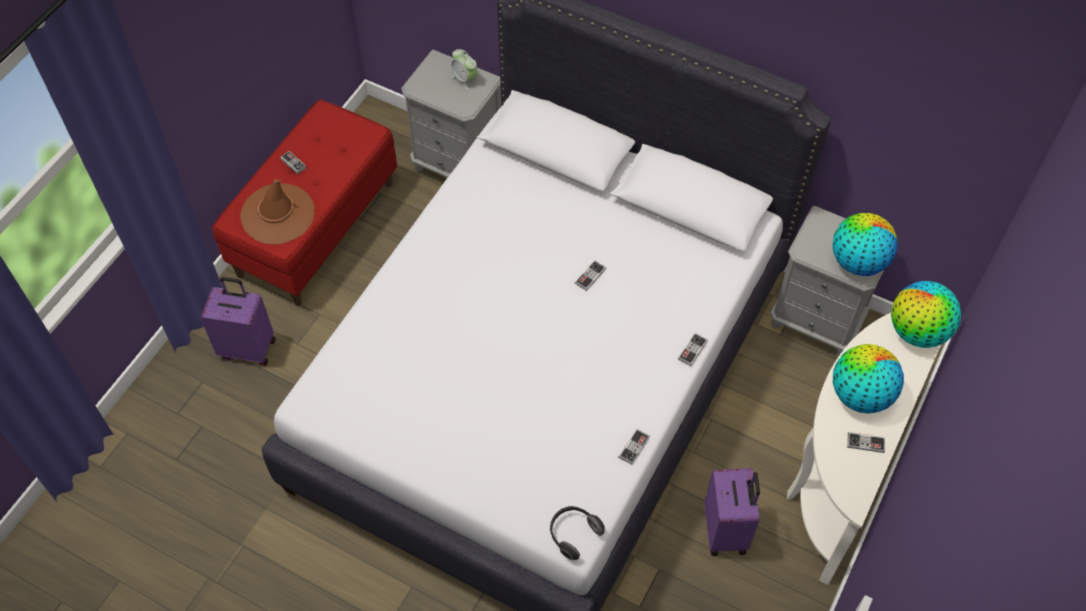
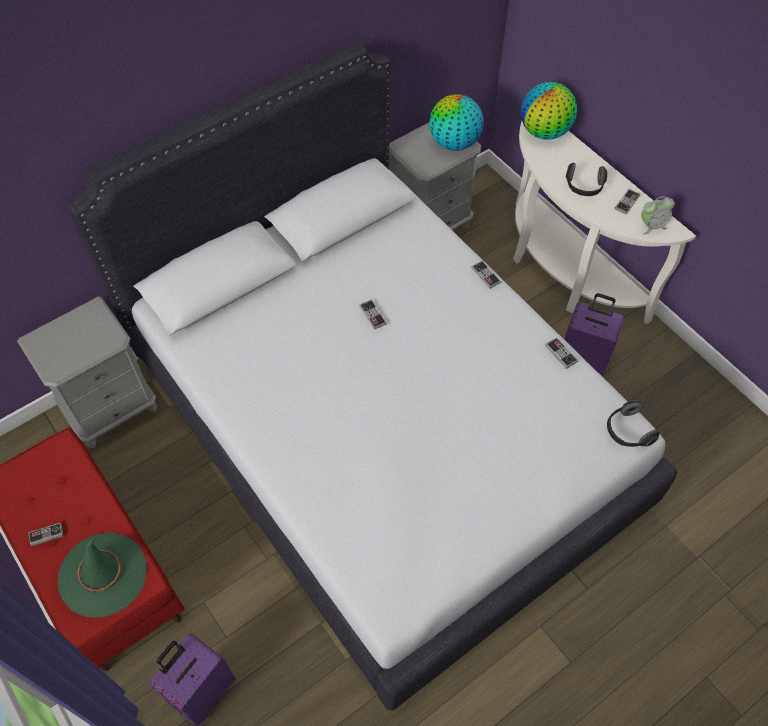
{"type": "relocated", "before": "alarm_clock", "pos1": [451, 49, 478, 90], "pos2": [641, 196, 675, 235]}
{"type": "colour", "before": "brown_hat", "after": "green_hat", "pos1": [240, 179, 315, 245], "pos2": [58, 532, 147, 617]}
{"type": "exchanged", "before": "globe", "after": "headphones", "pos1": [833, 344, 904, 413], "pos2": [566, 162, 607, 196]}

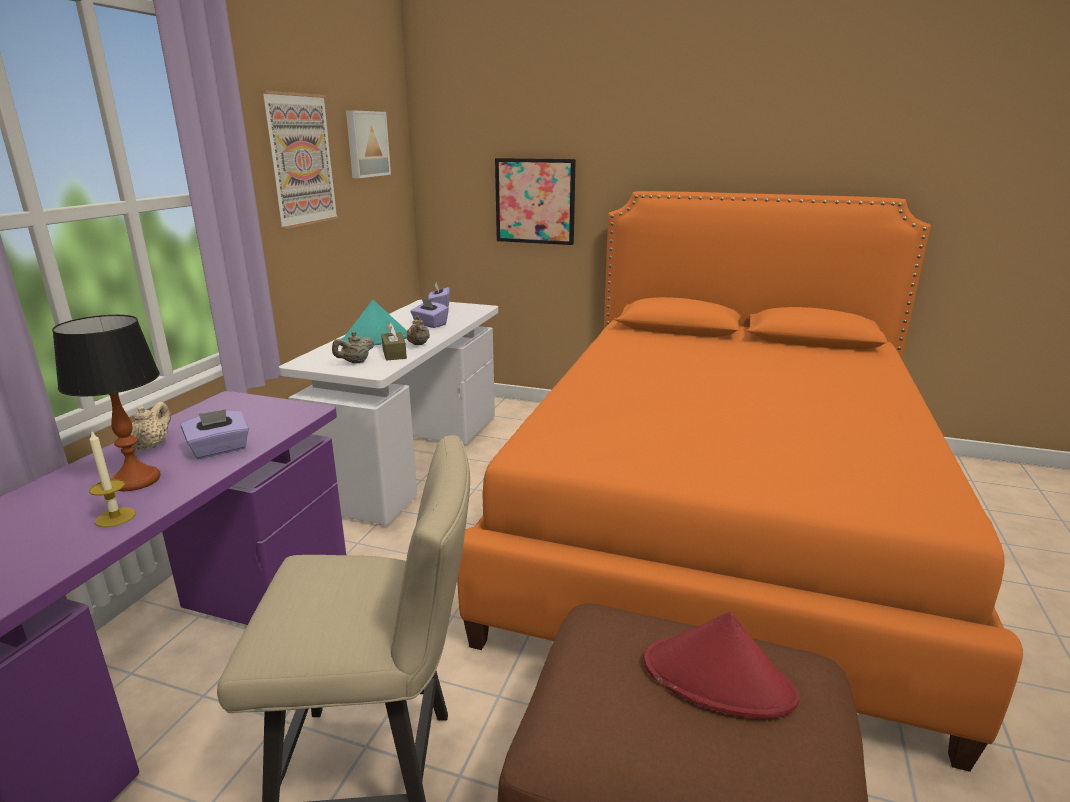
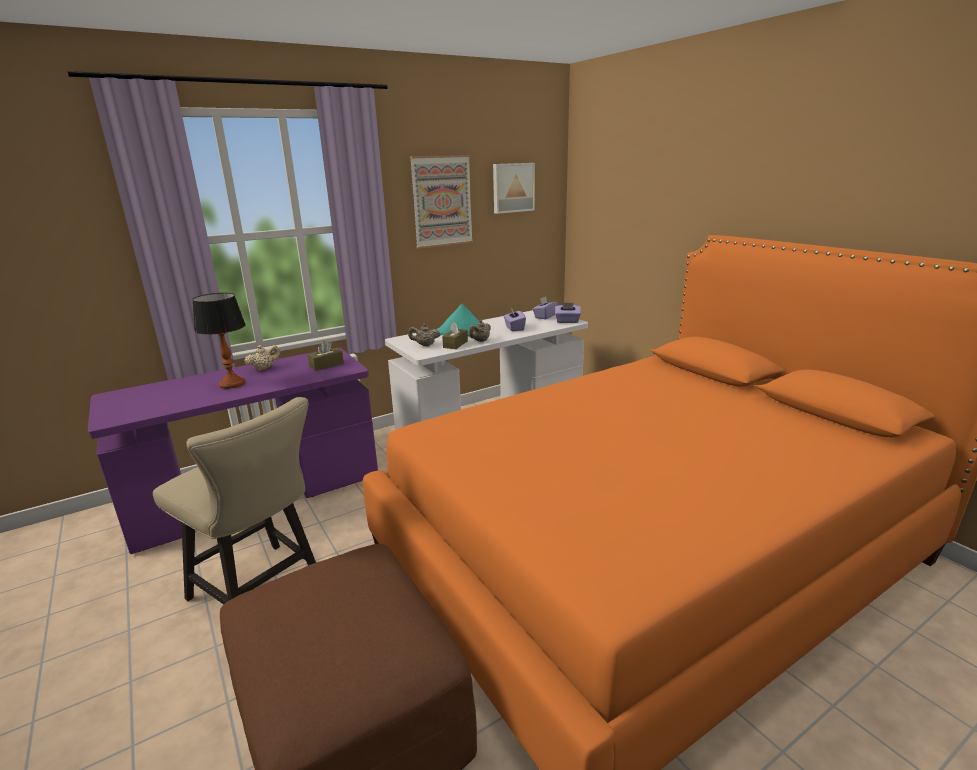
{"type": "missing", "before": "picture", "pos1": [495, 158, 576, 245]}
{"type": "relocated", "before": "purple_tissue_box", "pos1": [181, 409, 249, 459], "pos2": [555, 302, 581, 323]}
{"type": "missing", "before": "candle", "pos1": [89, 432, 136, 527]}
{"type": "missing", "before": "red_hat", "pos1": [644, 611, 799, 719]}
{"type": "appeared", "after": "brown_tissue_box", "pos2": [307, 341, 344, 371]}

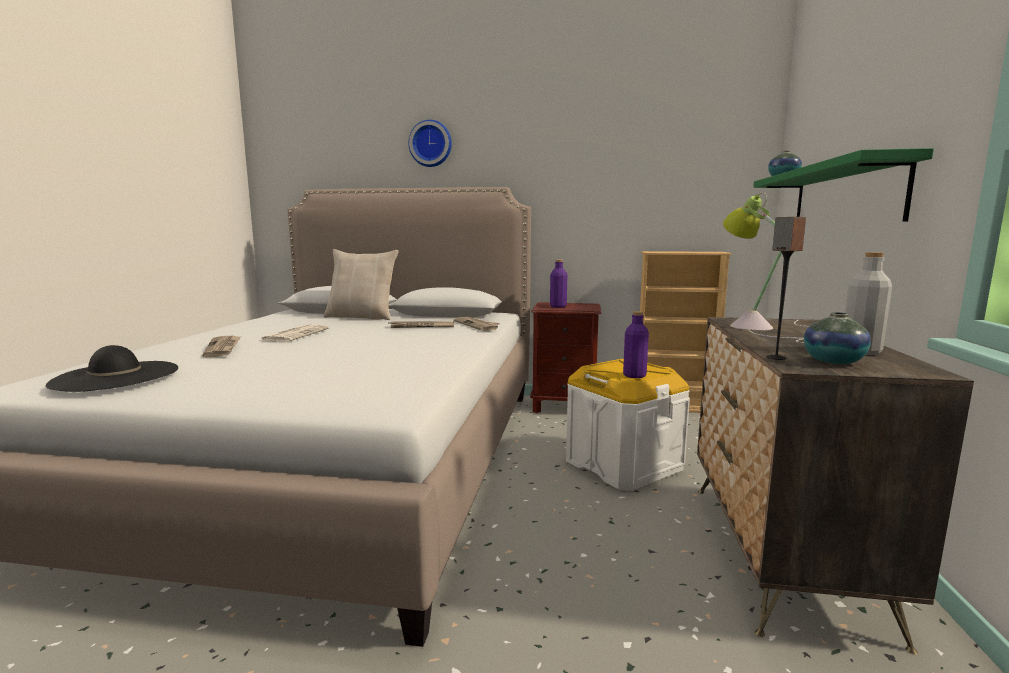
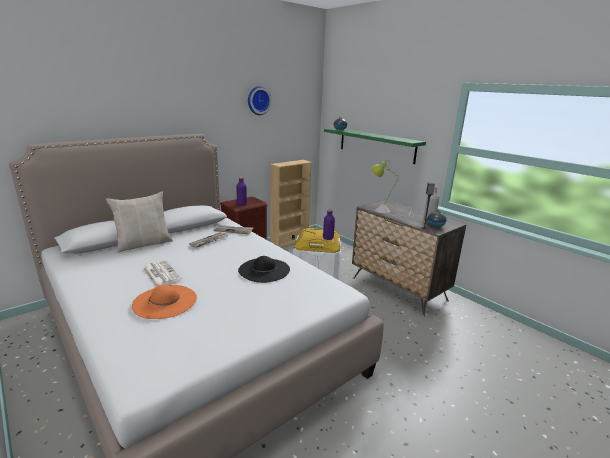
{"type": "relocated", "before": "wall_clock", "pos1": [408, 120, 452, 167], "pos2": [248, 86, 271, 115]}
{"type": "exchanged", "before": "newspaper", "after": "orange_hat", "pos1": [202, 336, 241, 357], "pos2": [132, 284, 197, 319]}
{"type": "relocated", "before": "black_hat", "pos1": [46, 345, 178, 392], "pos2": [238, 256, 290, 283]}

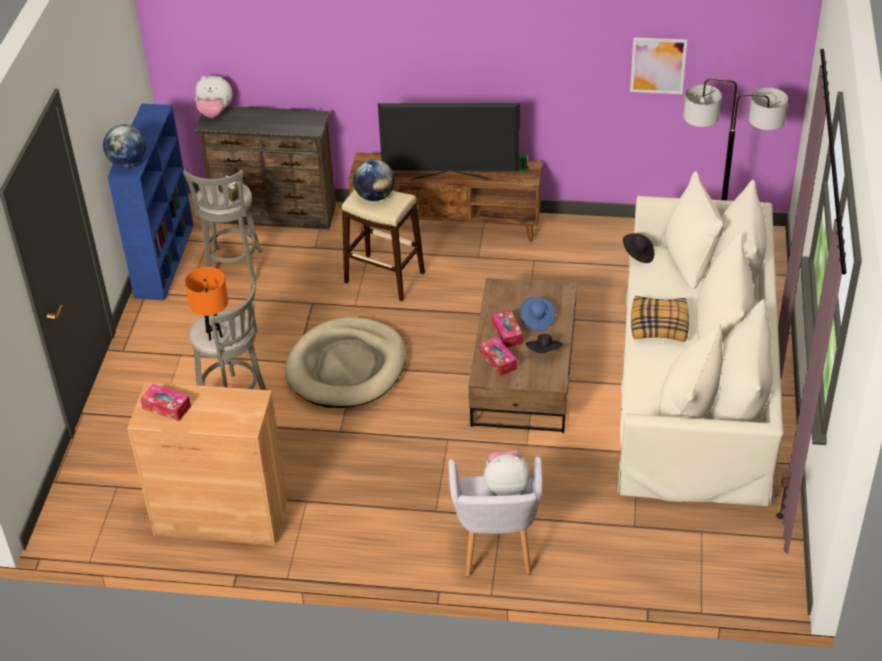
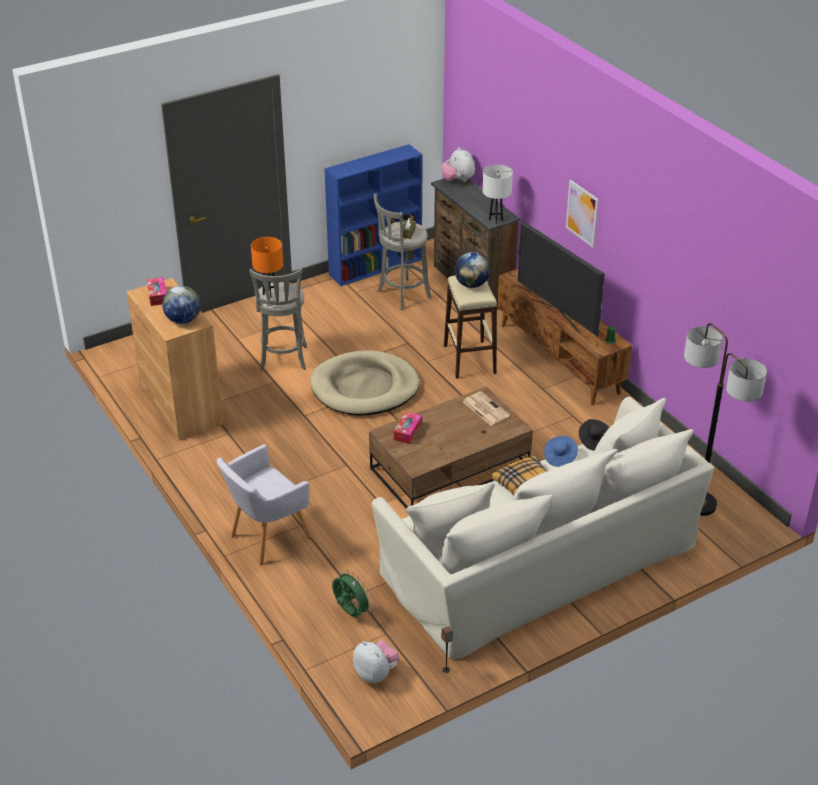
{"type": "relocated", "before": "picture", "pos1": [630, 37, 687, 94], "pos2": [566, 180, 599, 248]}
{"type": "relocated", "before": "globe", "pos1": [103, 125, 146, 167], "pos2": [162, 286, 201, 324]}
{"type": "relocated", "before": "blue_hat", "pos1": [520, 297, 555, 331], "pos2": [544, 436, 578, 467]}
{"type": "missing", "before": "tissue_box", "pos1": [492, 310, 523, 347]}
{"type": "missing", "before": "black_hat", "pos1": [526, 334, 563, 353]}
{"type": "relocated", "before": "plush_toy", "pos1": [484, 450, 530, 496], "pos2": [353, 641, 400, 683]}
{"type": "appeared", "after": "white_table_lamp", "pos2": [483, 164, 513, 224]}
{"type": "appeared", "after": "newspaper", "pos2": [463, 391, 510, 425]}
{"type": "appeared", "after": "green_fan", "pos2": [332, 570, 372, 617]}

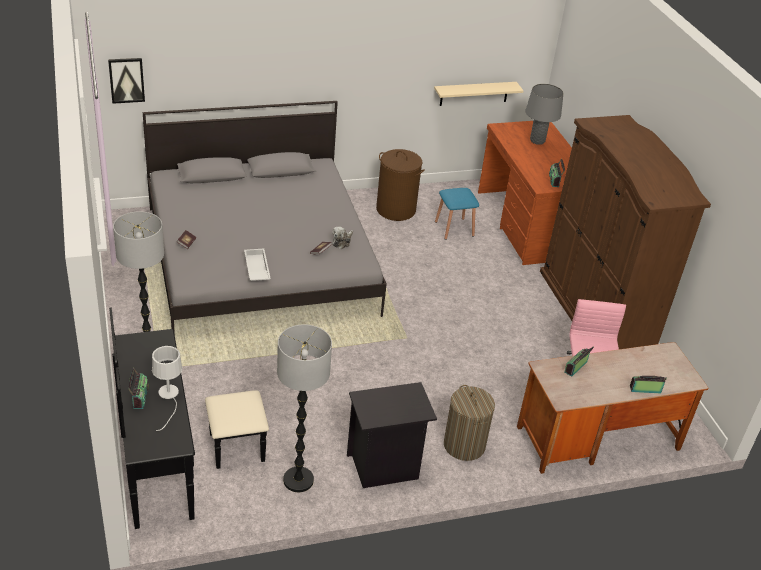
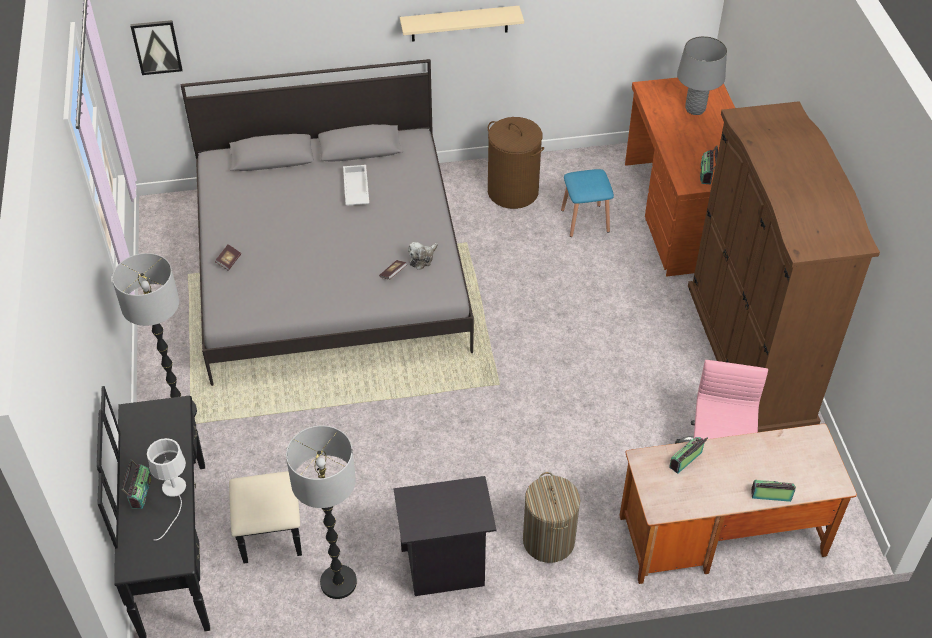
{"type": "relocated", "before": "beige_shelf", "pos1": [434, 82, 524, 106], "pos2": [400, 6, 524, 42]}
{"type": "relocated", "before": "white_tray", "pos1": [244, 249, 271, 281], "pos2": [343, 165, 369, 206]}

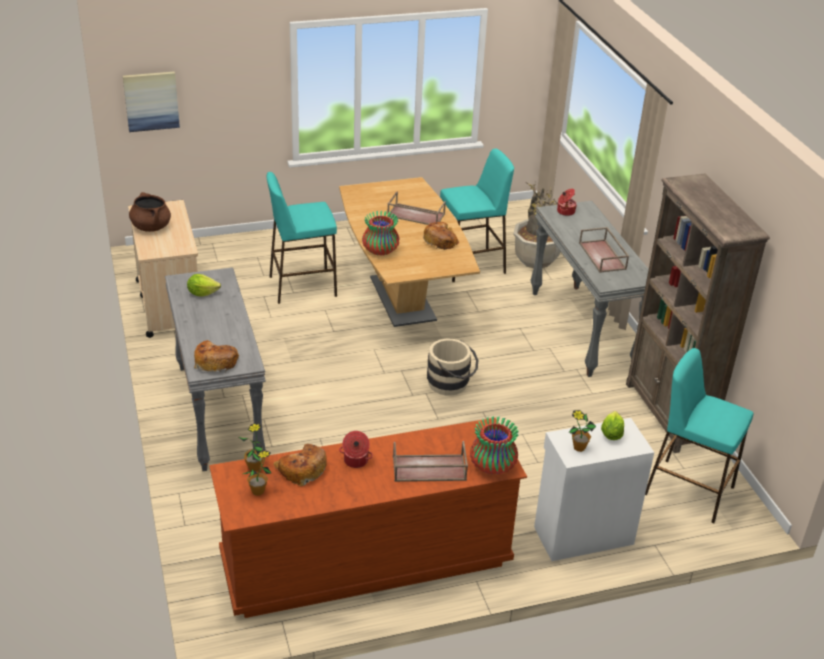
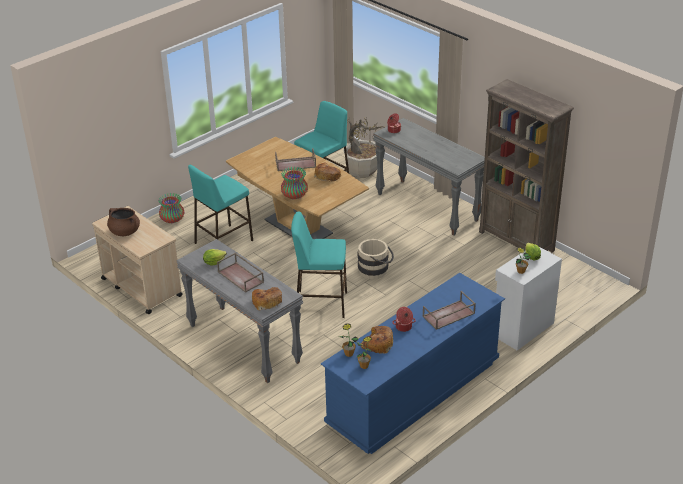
{"type": "missing", "before": "picture", "pos1": [123, 72, 180, 132]}
{"type": "relocated", "before": "brown_tray", "pos1": [579, 227, 629, 273], "pos2": [217, 253, 264, 293]}
{"type": "relocated", "before": "turquoise_stool", "pos1": [645, 348, 753, 523], "pos2": [291, 212, 347, 318]}
{"type": "relocated", "before": "vase", "pos1": [470, 416, 519, 475], "pos2": [159, 193, 184, 223]}
{"type": "colour", "before": "brown_dresser", "after": "blue_dresser", "pos1": [209, 418, 527, 618], "pos2": [321, 273, 505, 454]}

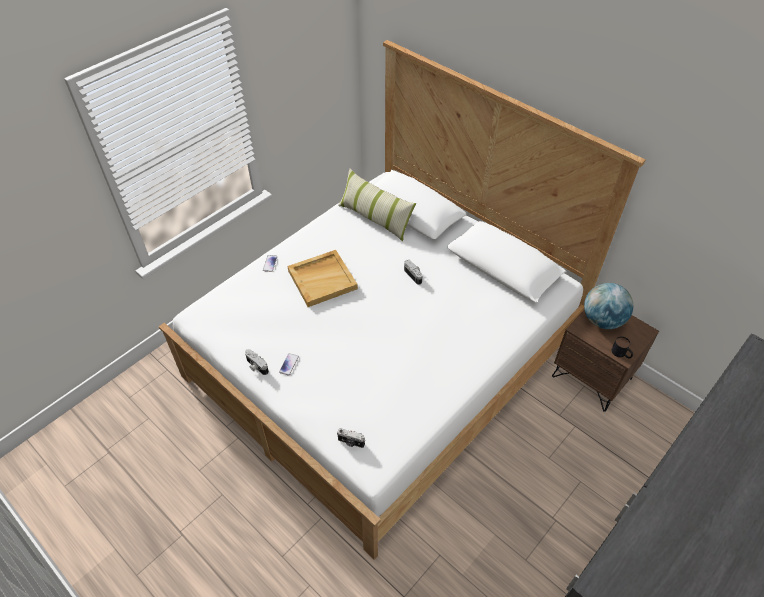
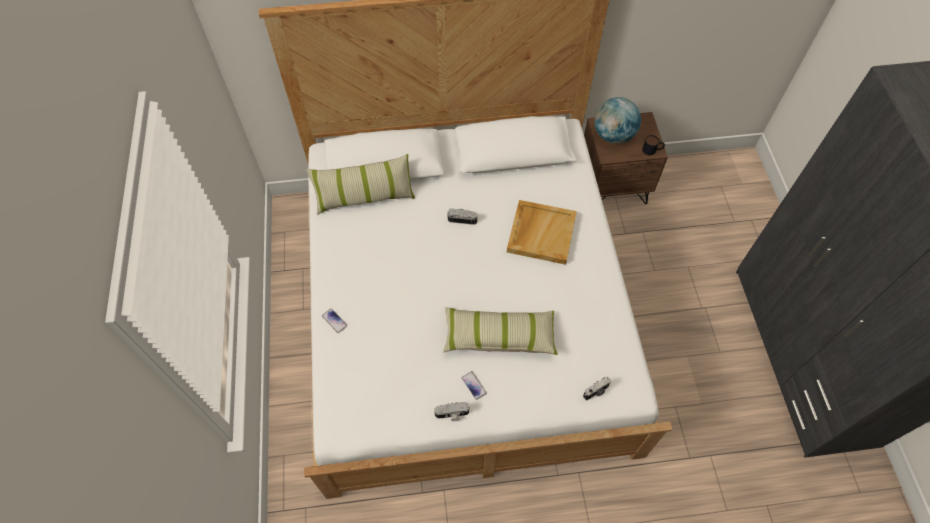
{"type": "relocated", "before": "beige_tray", "pos1": [287, 250, 358, 307], "pos2": [507, 200, 577, 265]}
{"type": "appeared", "after": "pillow", "pos2": [443, 307, 558, 355]}

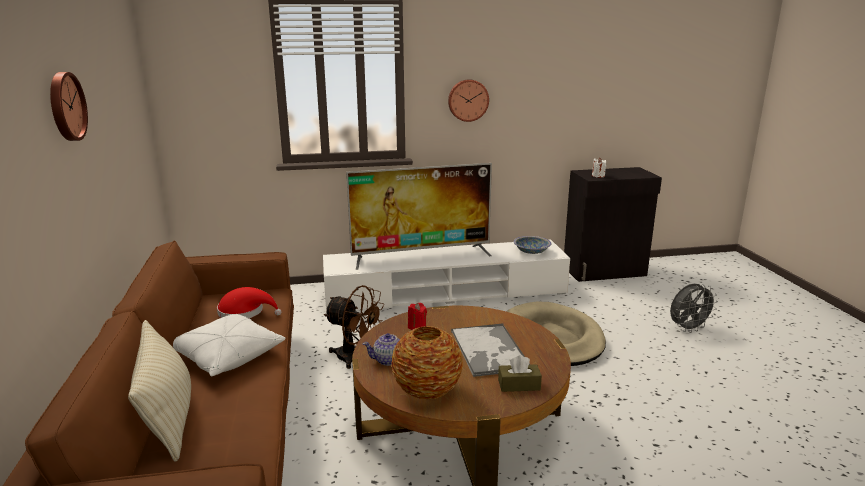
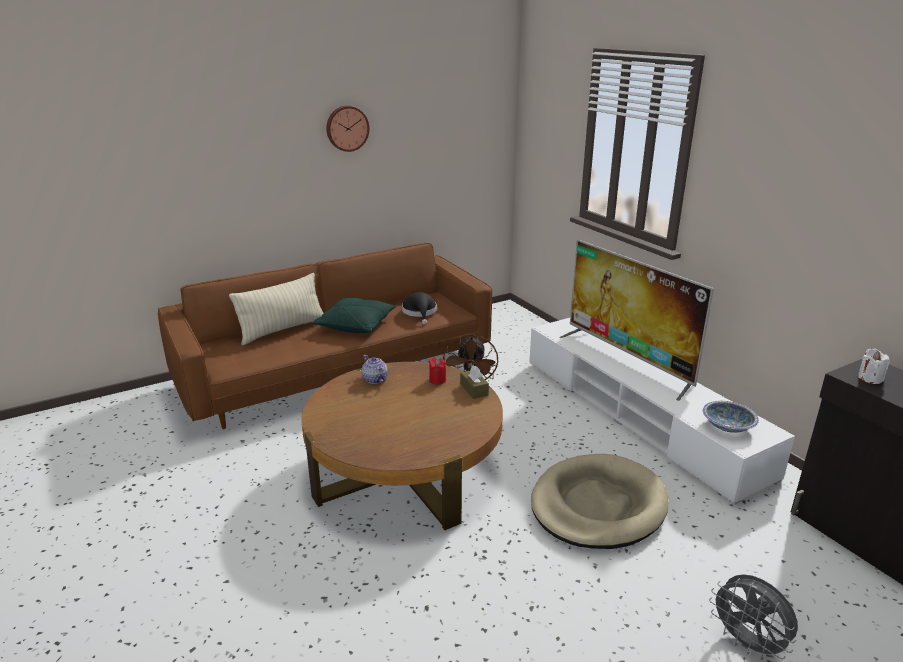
{"type": "missing", "before": "wall_clock", "pos1": [448, 79, 489, 122]}
{"type": "colour", "before": "red_hat", "after": "black_hat", "pos1": [217, 287, 281, 318], "pos2": [402, 292, 437, 325]}
{"type": "colour", "before": "white_pillow", "after": "green_pillow", "pos1": [173, 314, 285, 376], "pos2": [313, 297, 396, 333]}
{"type": "missing", "before": "tray", "pos1": [451, 323, 530, 377]}
{"type": "missing", "before": "vase", "pos1": [391, 326, 463, 400]}
{"type": "relocated", "before": "brown_tissue_box", "pos1": [498, 355, 542, 392], "pos2": [460, 365, 489, 399]}

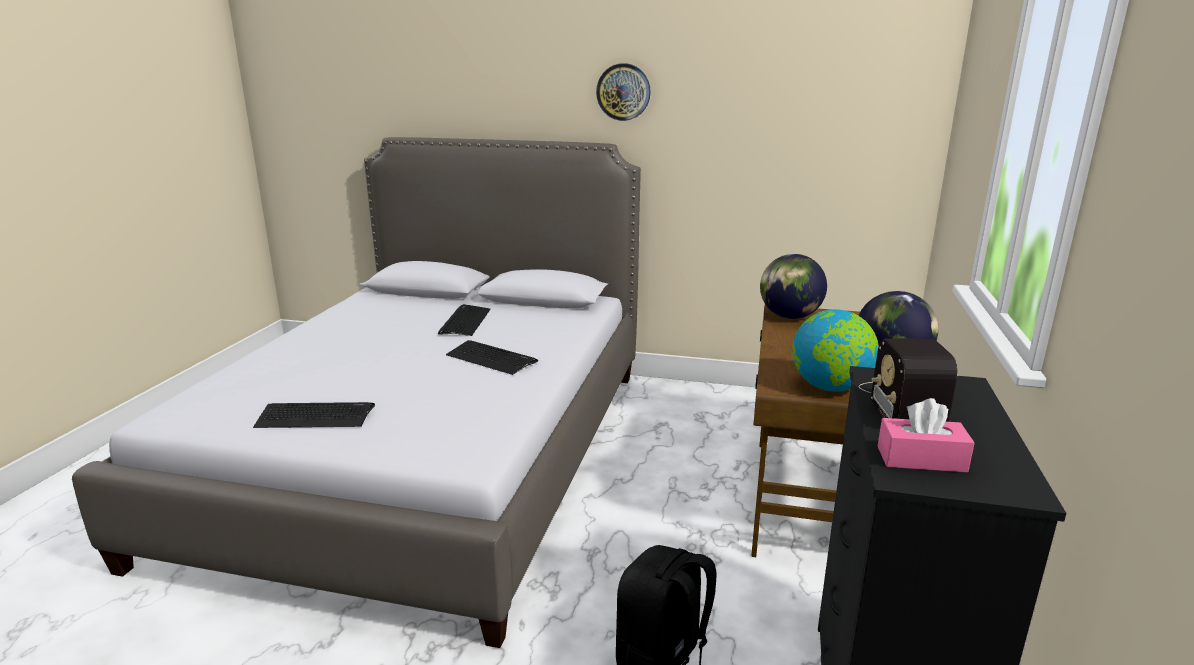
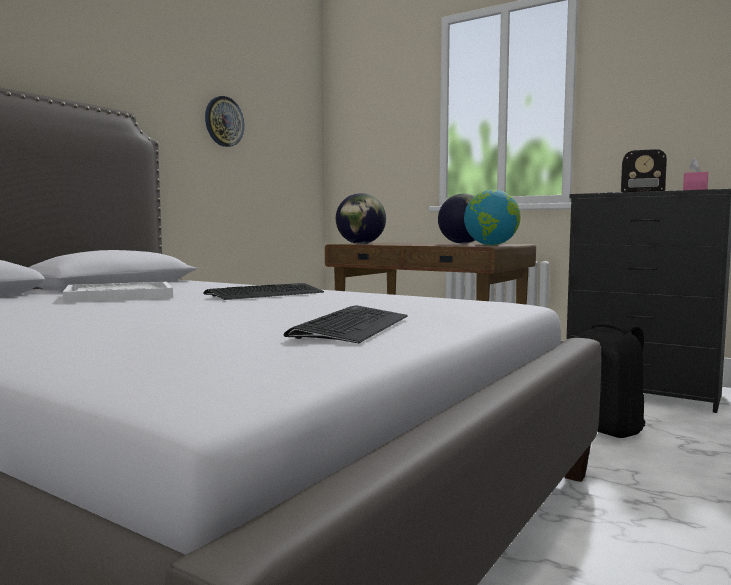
{"type": "relocated", "before": "wall_clock", "pos1": [596, 63, 651, 121], "pos2": [205, 96, 244, 147]}
{"type": "exchanged", "before": "keyboard", "after": "white_tray", "pos1": [438, 304, 491, 336], "pos2": [63, 282, 173, 303]}

